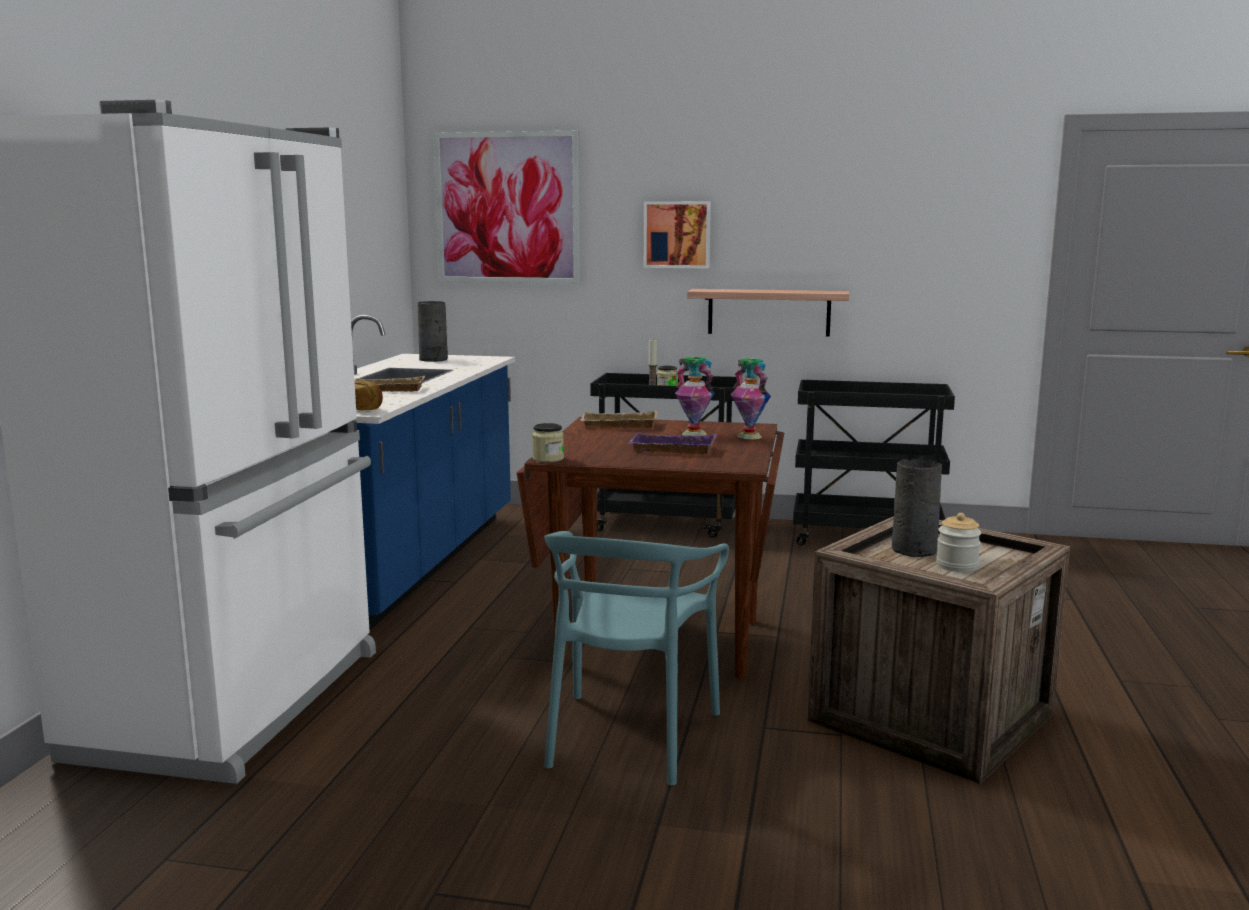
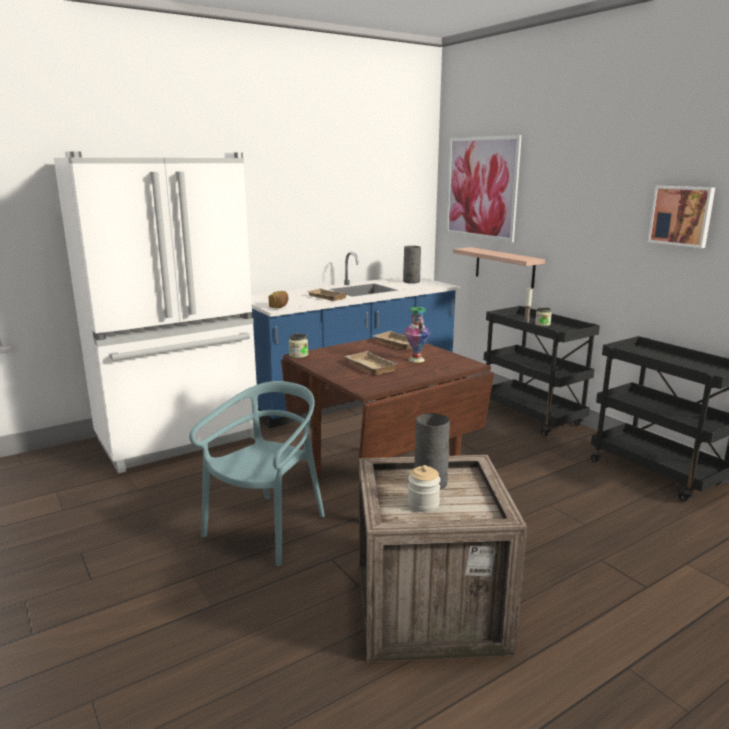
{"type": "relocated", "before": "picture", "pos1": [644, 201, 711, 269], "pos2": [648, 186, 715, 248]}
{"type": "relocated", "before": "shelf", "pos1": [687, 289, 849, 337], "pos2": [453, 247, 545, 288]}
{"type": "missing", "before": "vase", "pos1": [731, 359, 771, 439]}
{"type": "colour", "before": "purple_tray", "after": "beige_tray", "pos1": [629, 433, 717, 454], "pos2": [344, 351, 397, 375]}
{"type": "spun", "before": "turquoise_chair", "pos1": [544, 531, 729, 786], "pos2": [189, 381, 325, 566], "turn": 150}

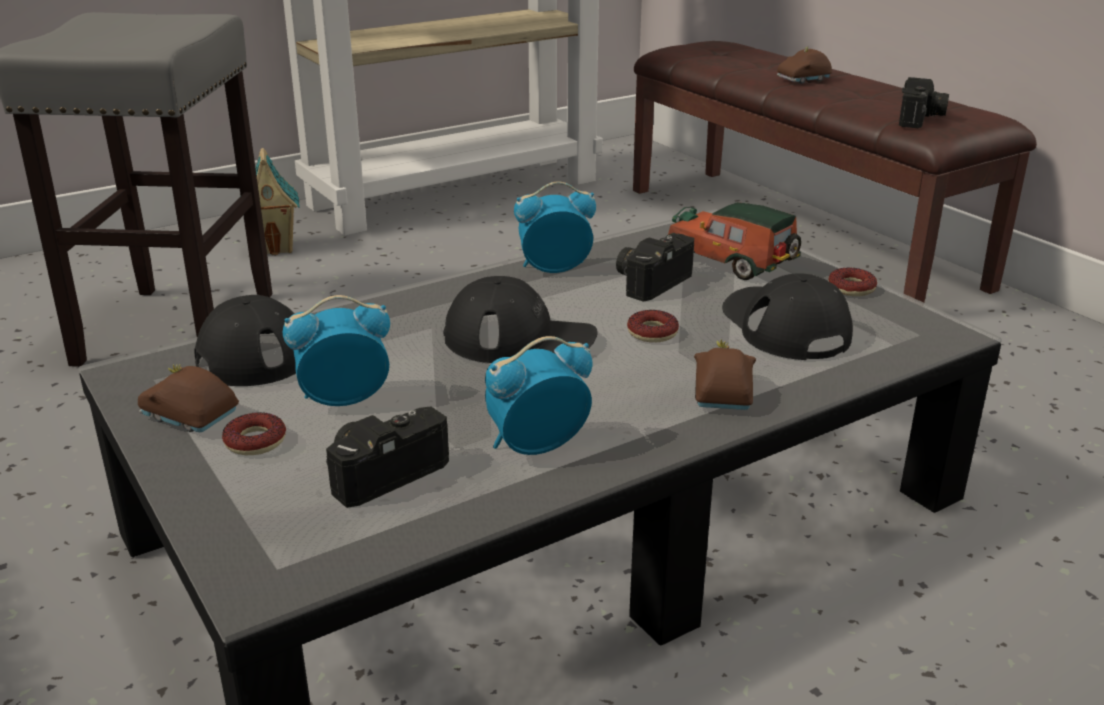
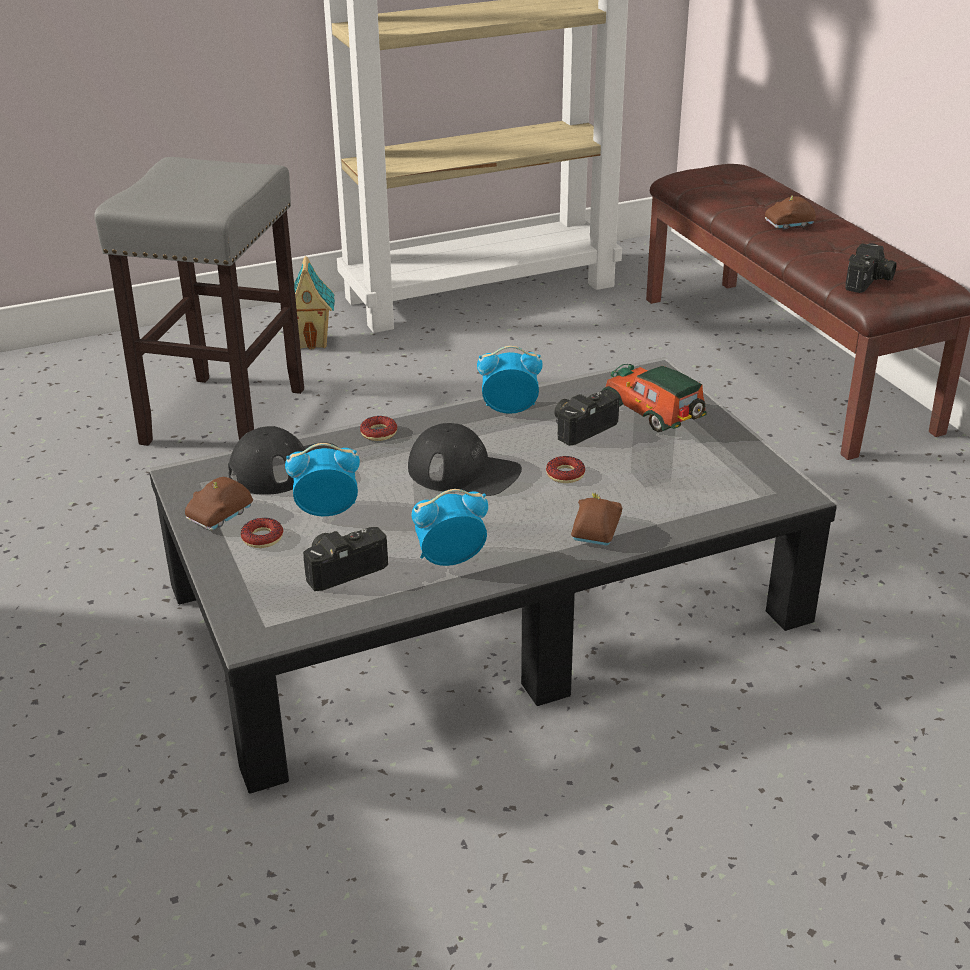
{"type": "relocated", "before": "donut", "pos1": [829, 267, 877, 296], "pos2": [360, 416, 397, 441]}
{"type": "missing", "before": "black_cap", "pos1": [722, 273, 853, 360]}
{"type": "spun", "before": "brown_toy_car", "pos1": [138, 364, 239, 432], "pos2": [185, 477, 253, 531], "turn": -90}

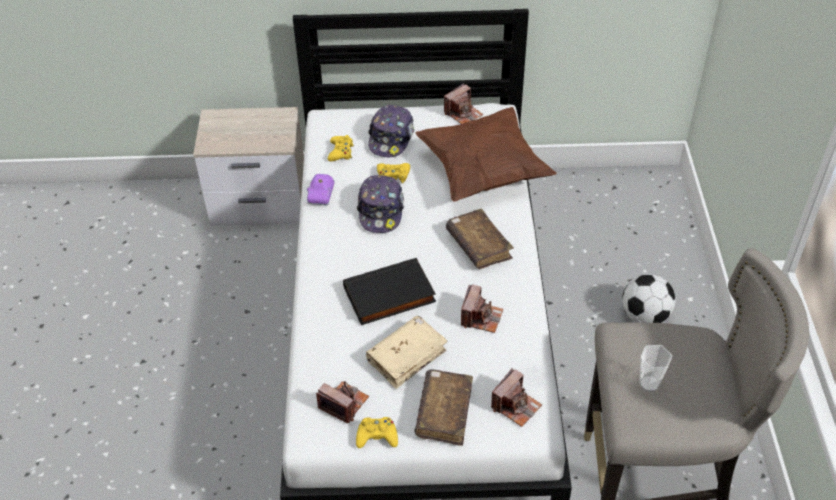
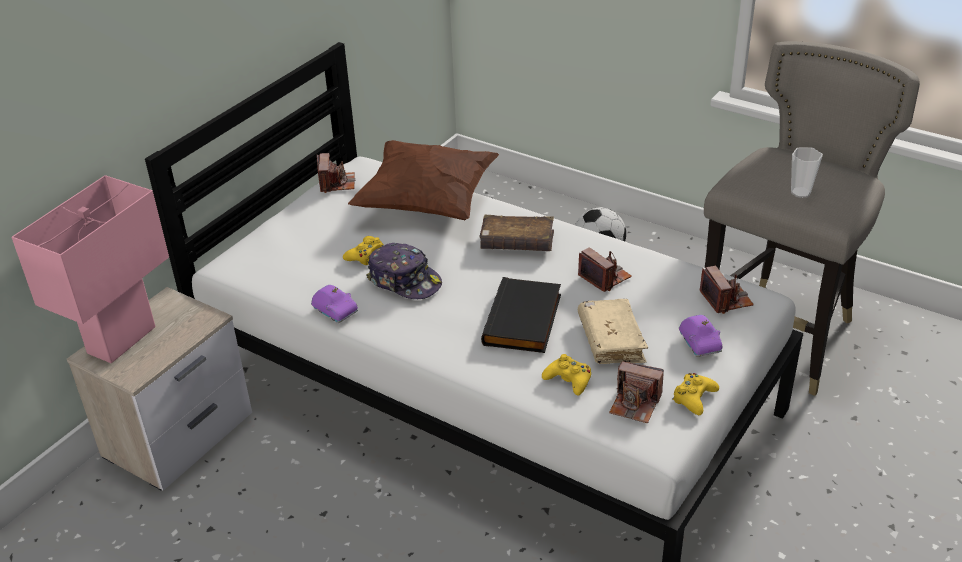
{"type": "missing", "before": "cap", "pos1": [368, 105, 414, 157]}
{"type": "relocated", "before": "yellow_game_controller", "pos1": [328, 135, 354, 161], "pos2": [542, 354, 591, 396]}
{"type": "exchanged", "before": "brown_book", "after": "purple_toy_car", "pos1": [415, 369, 473, 446], "pos2": [679, 315, 722, 357]}
{"type": "spun", "before": "photo_camera", "pos1": [316, 381, 369, 423], "pos2": [609, 361, 664, 423], "turn": -135}
{"type": "appeared", "after": "pink_table_lamp", "pos2": [11, 175, 169, 363]}

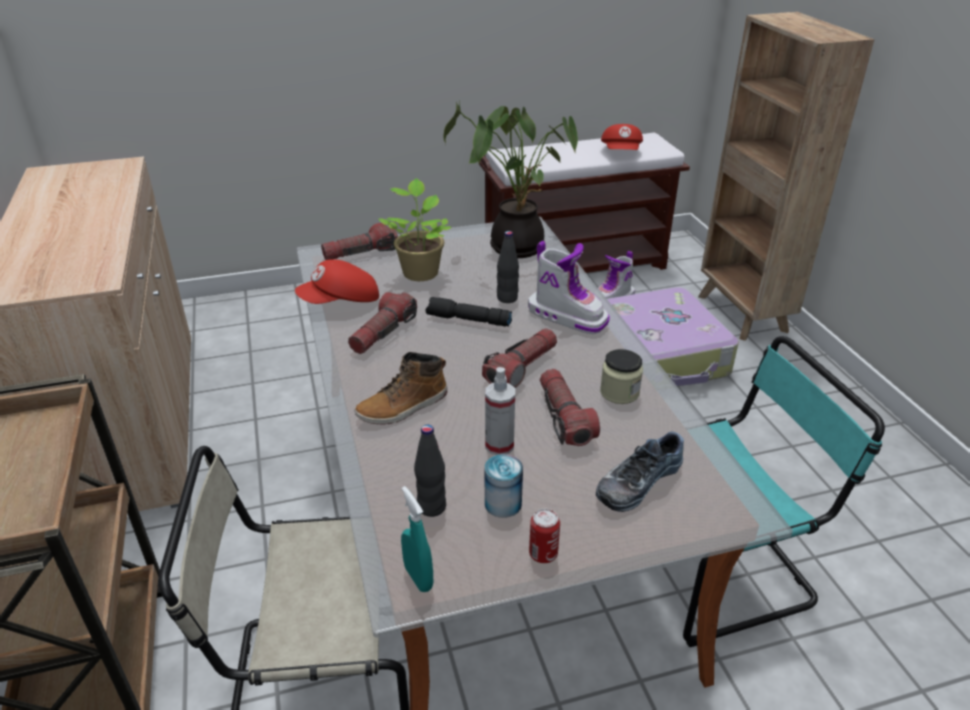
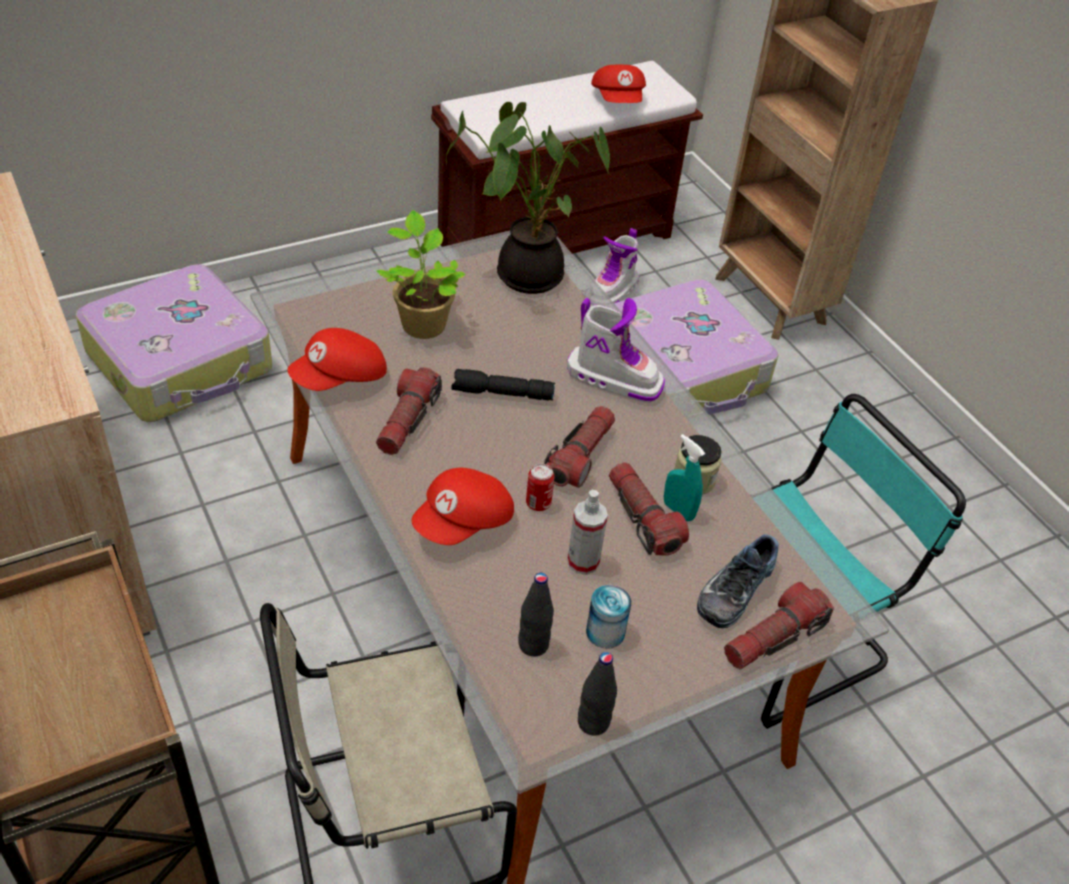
{"type": "relocated", "before": "flashlight", "pos1": [321, 223, 398, 260], "pos2": [724, 582, 834, 669]}
{"type": "relocated", "before": "black_bottle", "pos1": [497, 231, 519, 303], "pos2": [578, 652, 617, 736]}
{"type": "exchanged", "before": "boot", "after": "red_cap", "pos1": [355, 352, 447, 425], "pos2": [412, 468, 514, 545]}
{"type": "relocated", "before": "turquoise_spray_bottle", "pos1": [401, 486, 433, 592], "pos2": [664, 434, 705, 521]}
{"type": "relocated", "before": "can", "pos1": [529, 508, 560, 563], "pos2": [526, 464, 555, 511]}
{"type": "appeared", "after": "suitcase", "pos2": [75, 265, 272, 422]}

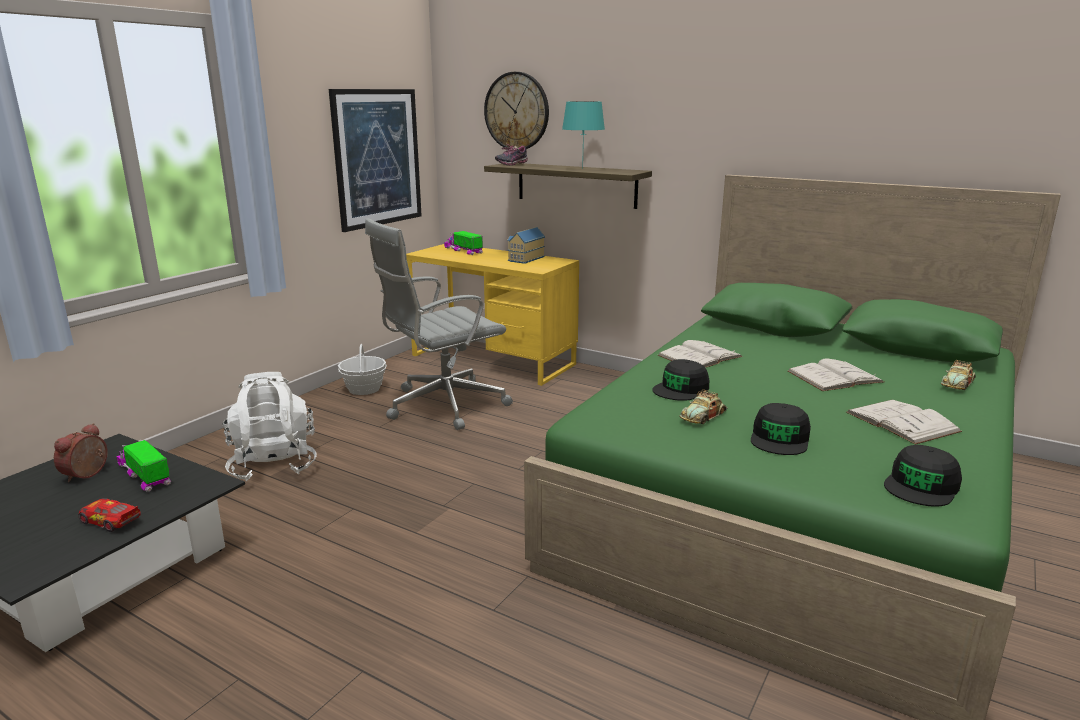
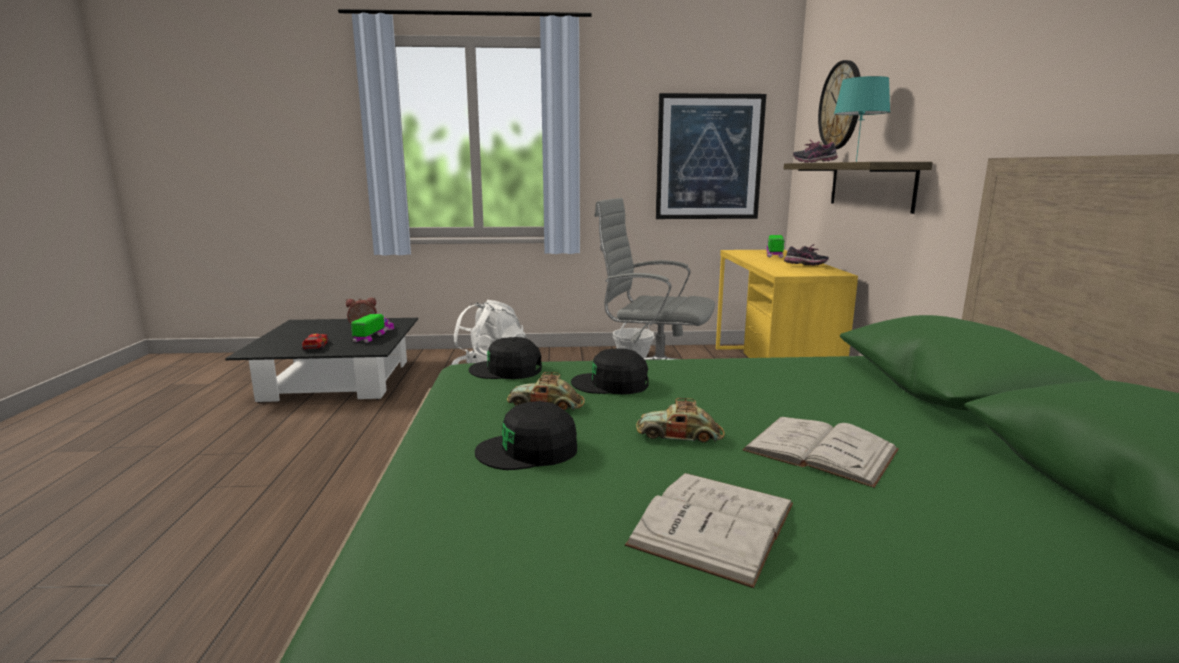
{"type": "exchanged", "before": "toy_house", "after": "shoe", "pos1": [507, 227, 545, 264], "pos2": [784, 244, 829, 265]}
{"type": "missing", "before": "white_book", "pos1": [657, 340, 743, 368]}
{"type": "relocated", "before": "toy_car", "pos1": [941, 360, 976, 390], "pos2": [636, 398, 725, 443]}
{"type": "relocated", "before": "black_cap", "pos1": [884, 445, 962, 507], "pos2": [469, 337, 542, 379]}

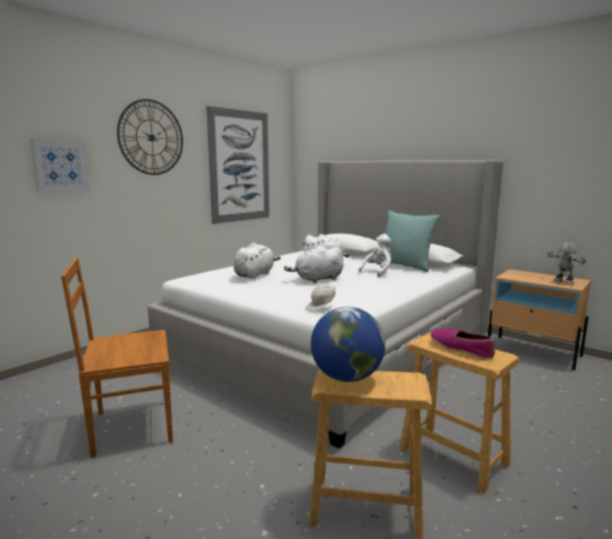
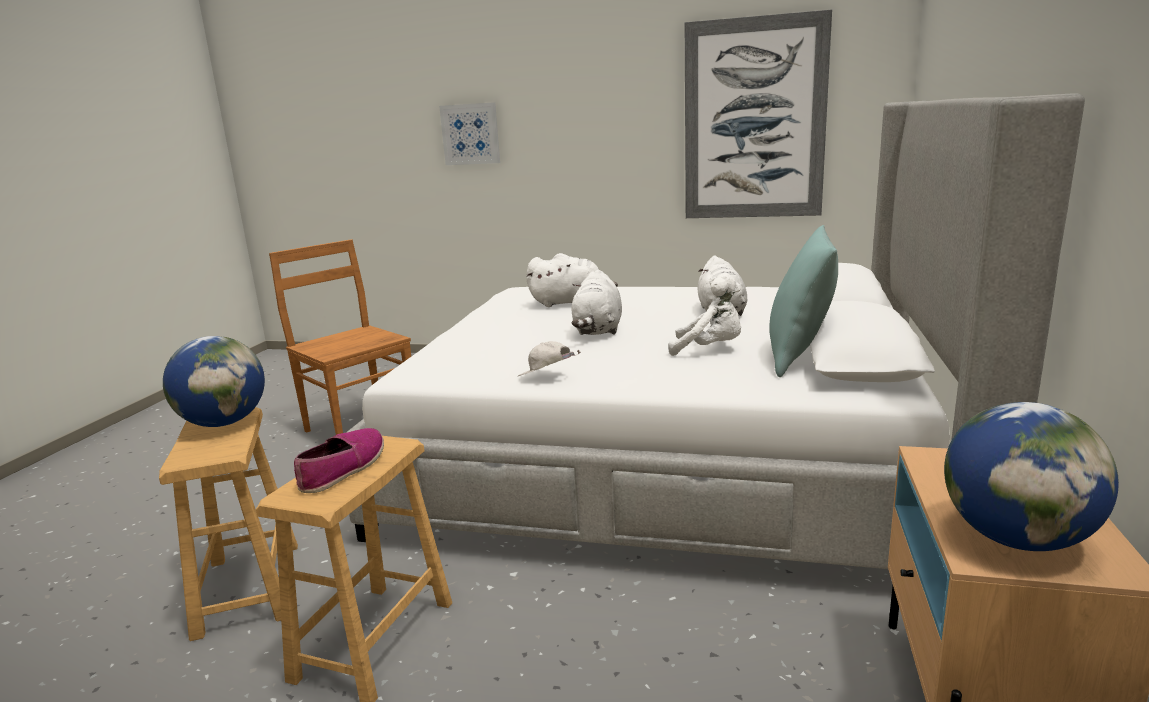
{"type": "missing", "before": "wall_clock", "pos1": [117, 99, 183, 175]}
{"type": "exchanged", "before": "toy_robot", "after": "globe", "pos1": [547, 242, 586, 285], "pos2": [944, 402, 1119, 551]}
{"type": "spun", "before": "white_plush_toy", "pos1": [284, 245, 343, 283], "pos2": [572, 270, 622, 335], "turn": -120}
{"type": "relocated", "before": "white_cap", "pos1": [305, 285, 336, 311], "pos2": [518, 341, 581, 376]}

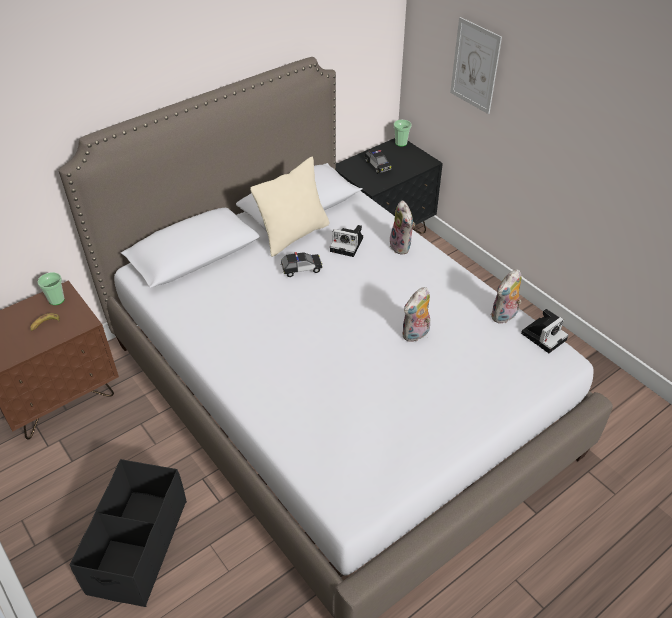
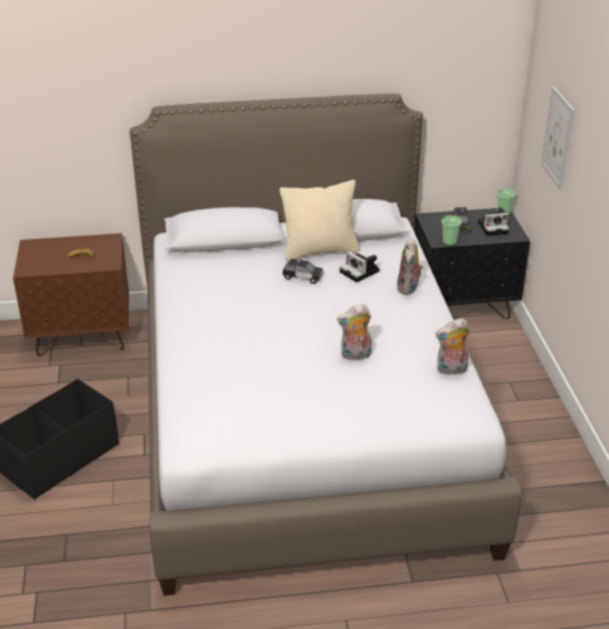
{"type": "relocated", "before": "cup", "pos1": [37, 272, 65, 305], "pos2": [442, 215, 462, 245]}
{"type": "relocated", "before": "photo_camera", "pos1": [521, 309, 568, 353], "pos2": [478, 207, 509, 236]}

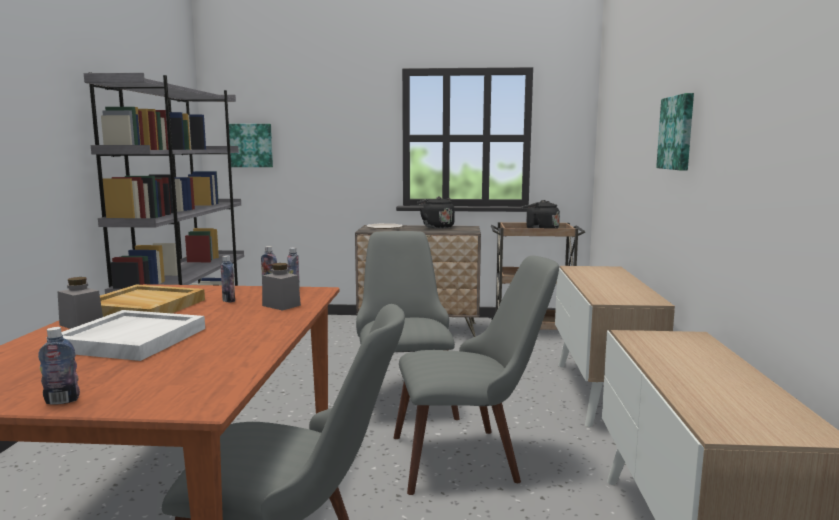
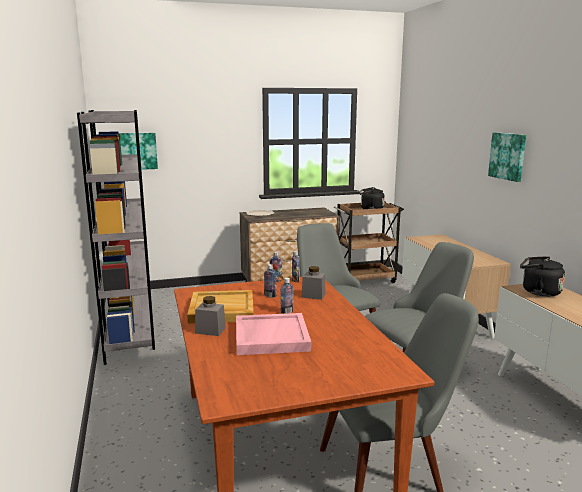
{"type": "relocated", "before": "black_kettle", "pos1": [418, 197, 455, 229], "pos2": [520, 256, 565, 297]}
{"type": "colour", "before": "white_tray", "after": "pink_tray", "pos1": [47, 310, 205, 361], "pos2": [236, 313, 311, 355]}
{"type": "relocated", "before": "bottle", "pos1": [38, 327, 80, 405], "pos2": [281, 278, 293, 314]}

